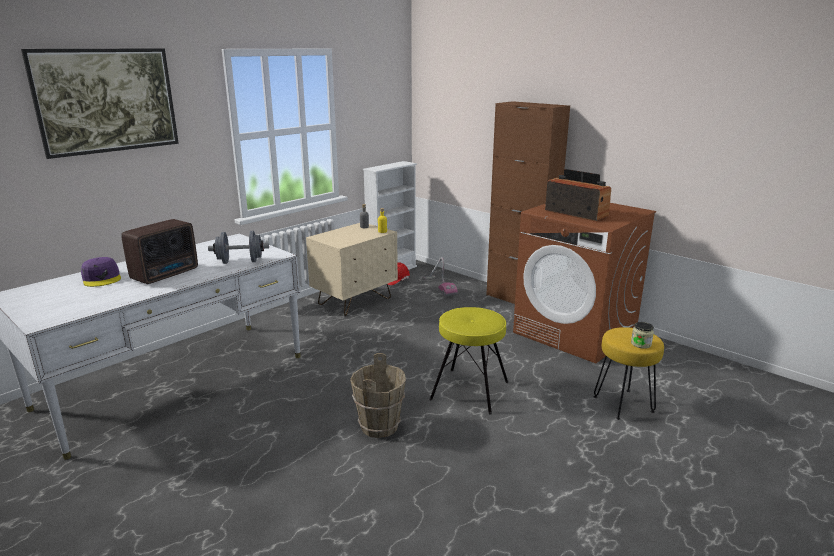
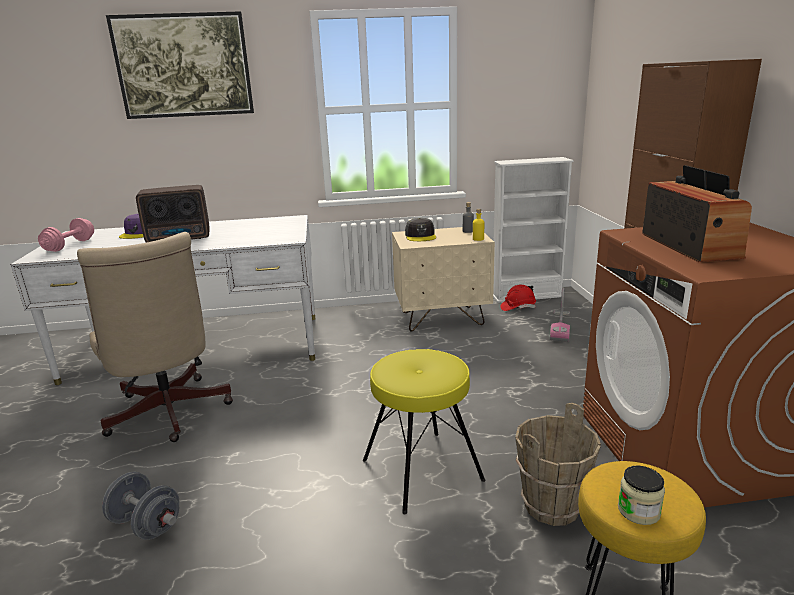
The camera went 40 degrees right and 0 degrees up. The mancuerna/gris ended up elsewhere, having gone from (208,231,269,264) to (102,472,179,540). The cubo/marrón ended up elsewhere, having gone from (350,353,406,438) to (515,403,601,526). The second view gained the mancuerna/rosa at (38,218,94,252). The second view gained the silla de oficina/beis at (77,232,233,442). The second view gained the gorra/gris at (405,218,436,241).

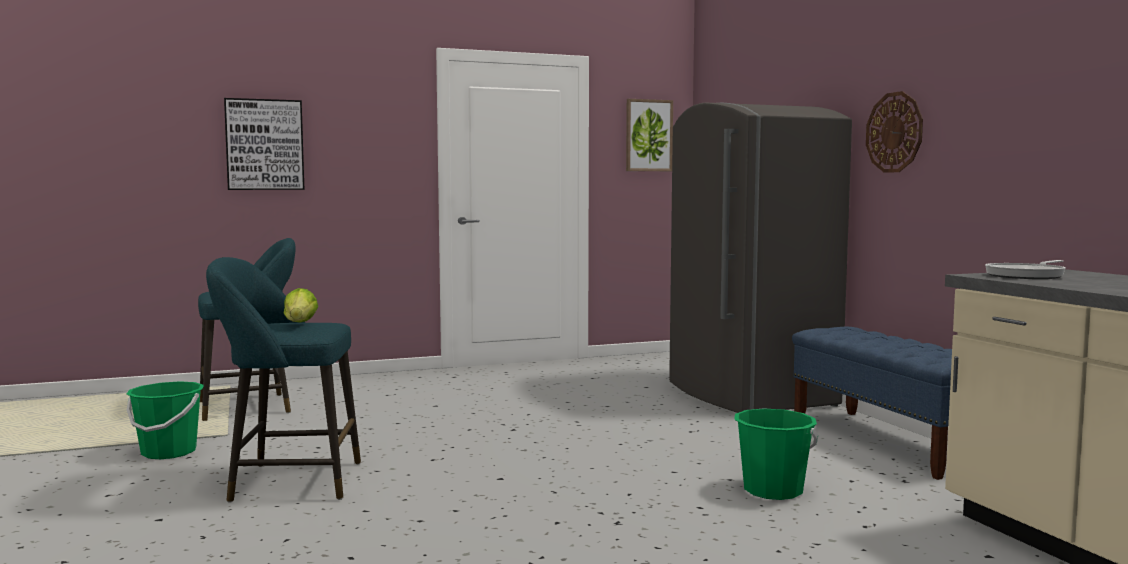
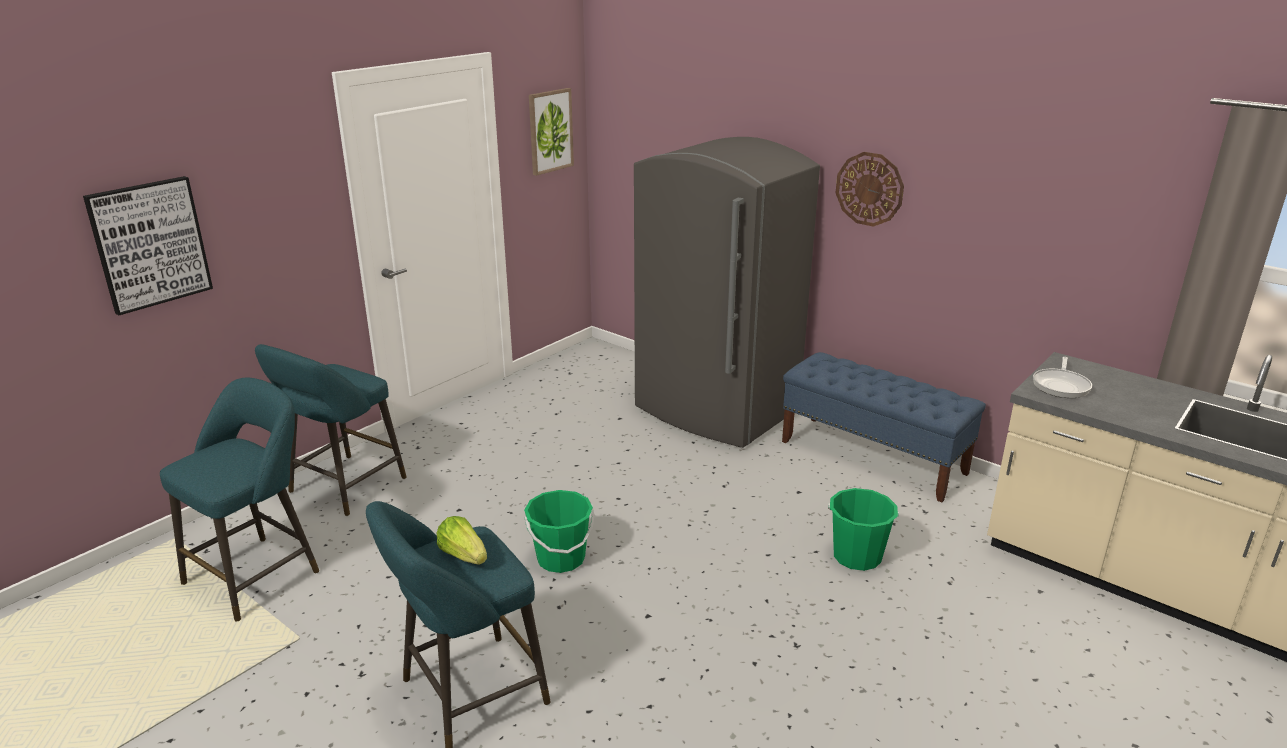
The camera went 30 degrees left and 20 degrees up. The cubo/verde ended up elsewhere, having gone from (127,381,204,459) to (524,490,595,573). The second view gained the taburete/turquesa at (255,344,406,516).

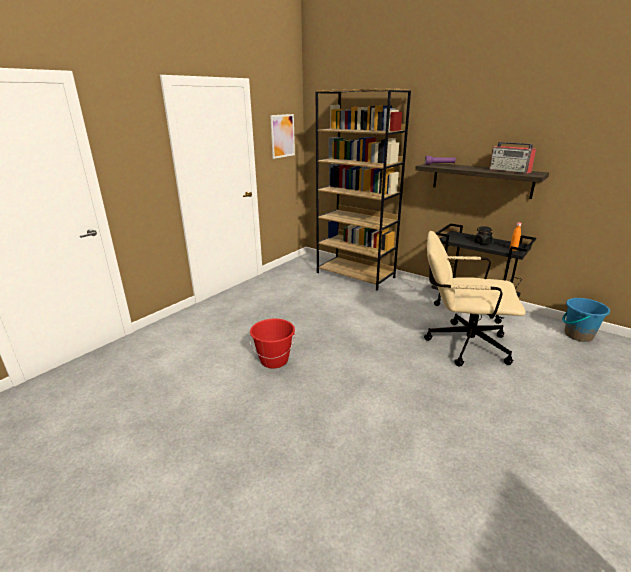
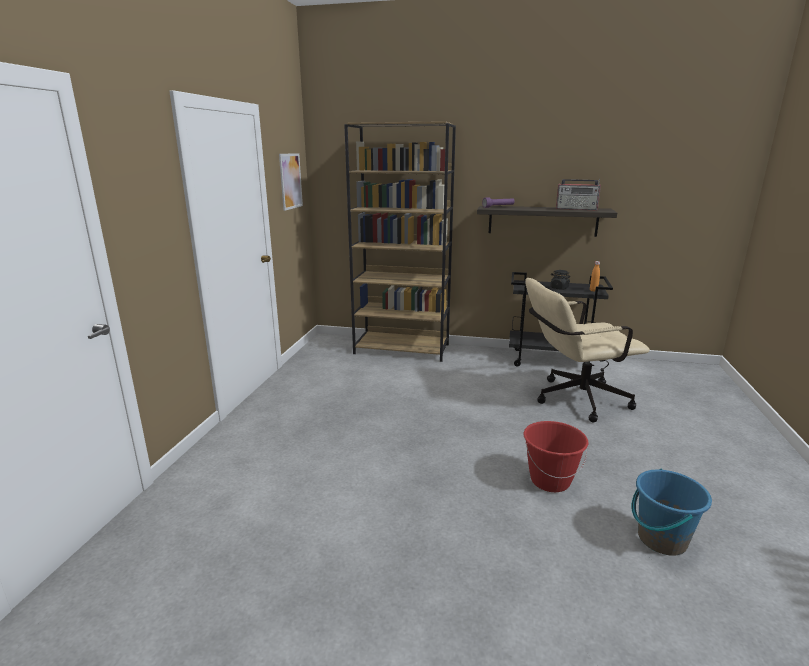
The camera went 25 degrees left and 5 degrees down. The cubo/rojo ended up elsewhere, having gone from (249,319,295,369) to (523,421,589,492). The cubo/azul ended up elsewhere, having gone from (562,298,610,342) to (632,468,712,556).

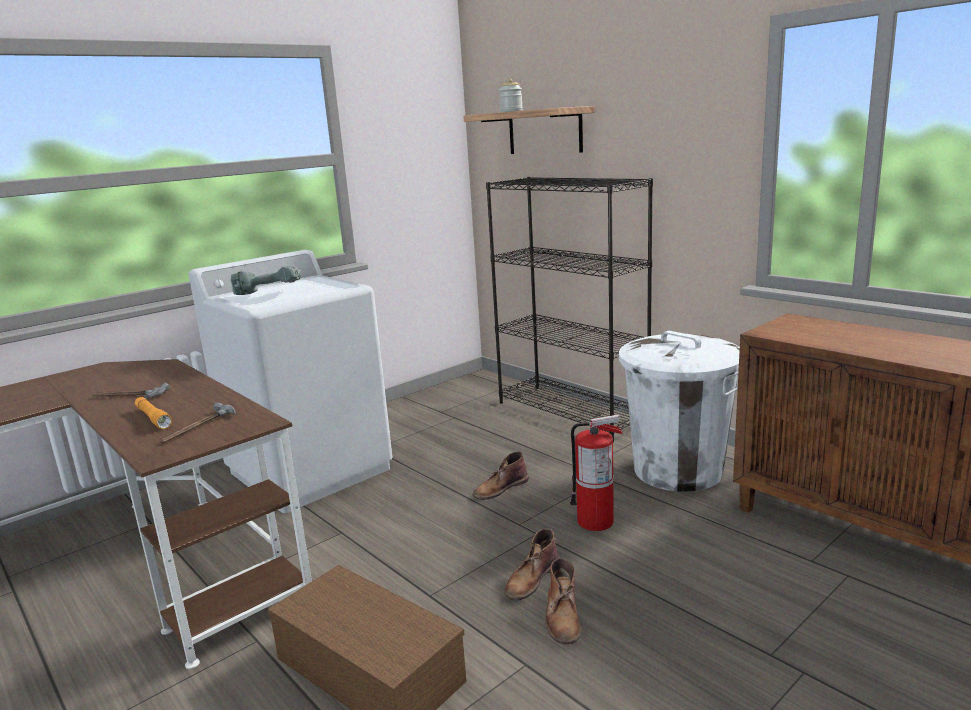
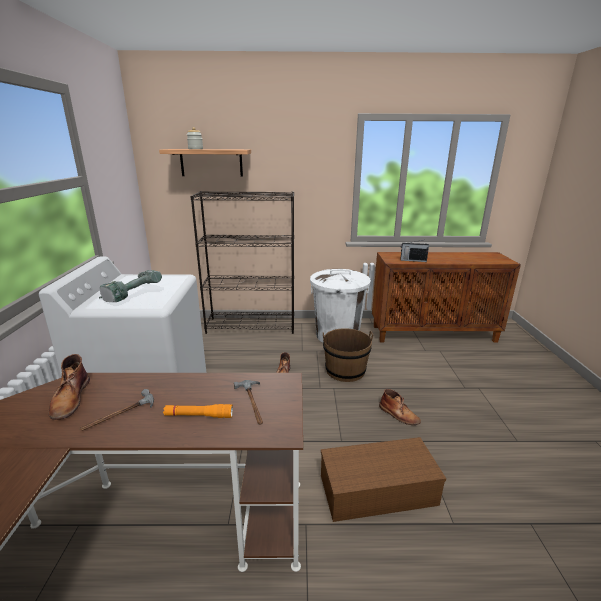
The camera went 50 degrees left and 5 degrees up. The bota/marrón ended up elsewhere, having gone from (504,529,559,600) to (48,354,90,420). Where the extintor stood at (570,415,622,531), the cubo/marrón came to stand at (323,328,373,382). The second view gained the radio at (401,240,429,262).

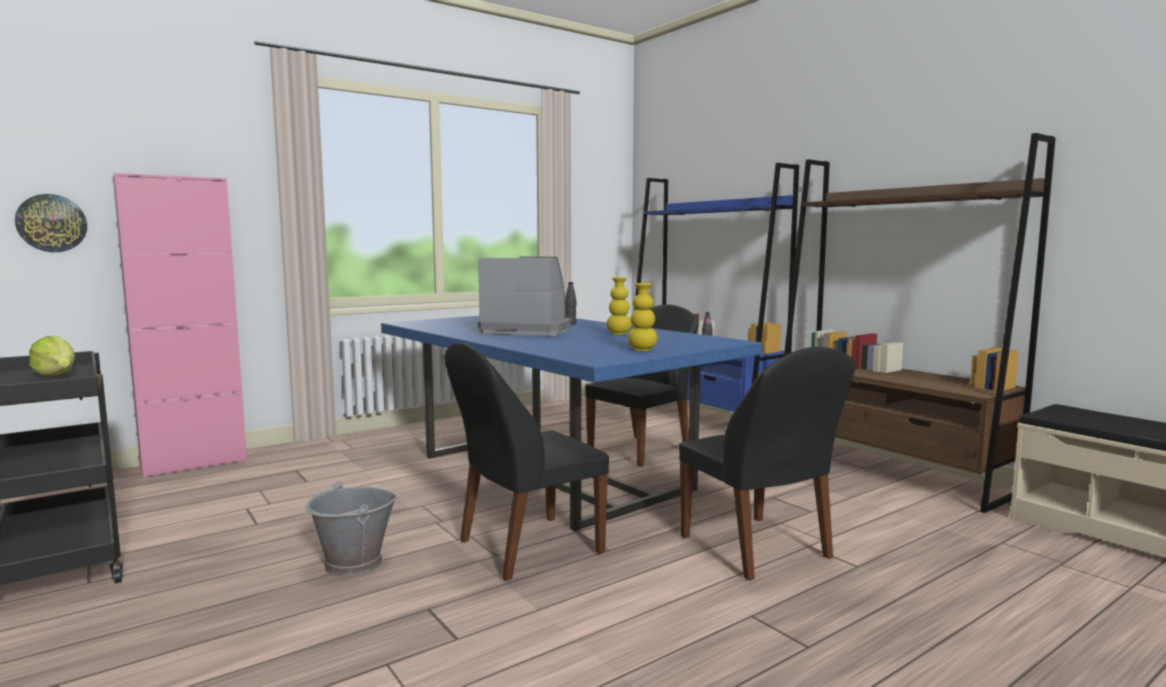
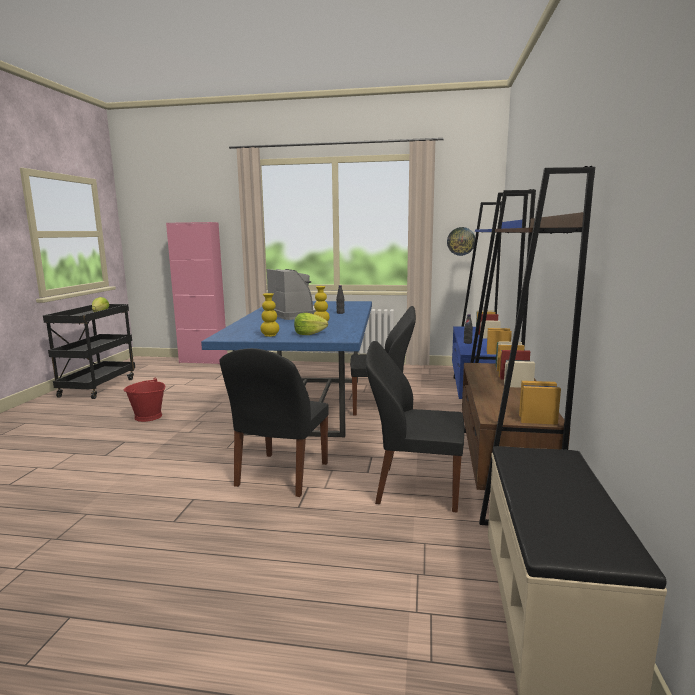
The camera went 45 degrees right and 5 degrees up. The reloj de pared ended up elsewhere, having gone from (15,194,87,252) to (447,227,475,256). What was the cubo/gris at (305,481,398,577) turned into the cubo/rojo at (124,378,165,422). The silla/negro ended up elsewhere, having gone from (444,343,609,581) to (366,341,464,512). The second view gained the lechuga at (294,313,328,335).

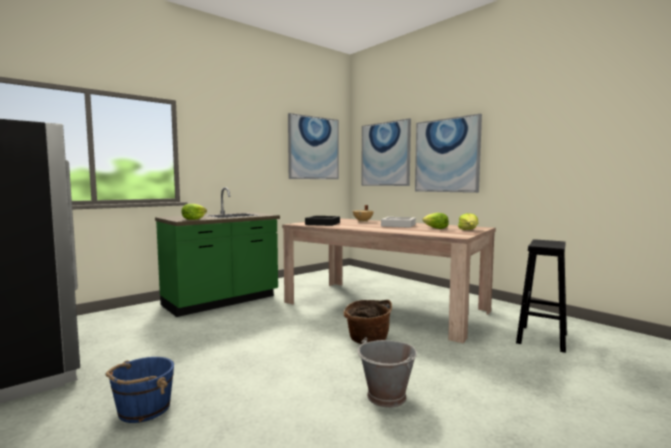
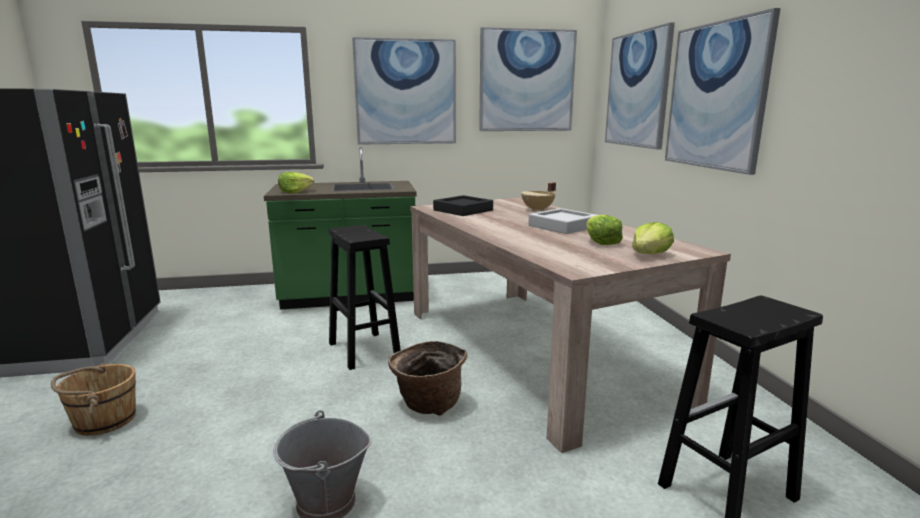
The camera went 30 degrees right and 10 degrees up. What was the cubo/azul at (106,357,174,423) turned into the cubo/marrón at (51,363,136,436). The second view gained the taburete/negro at (328,225,401,370). The second view gained the cuadro at (352,37,456,145).

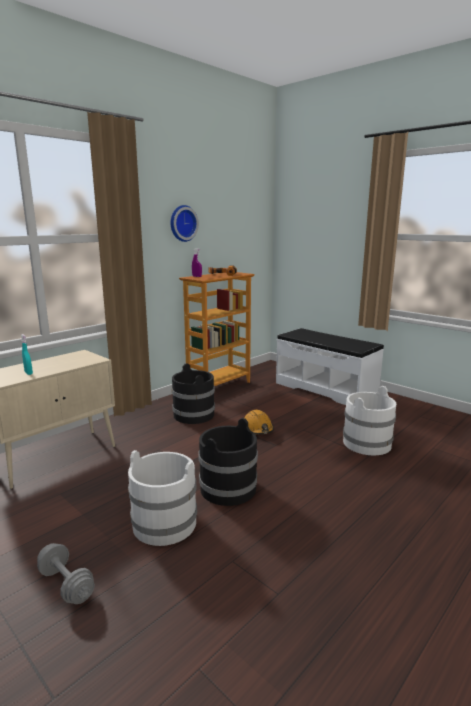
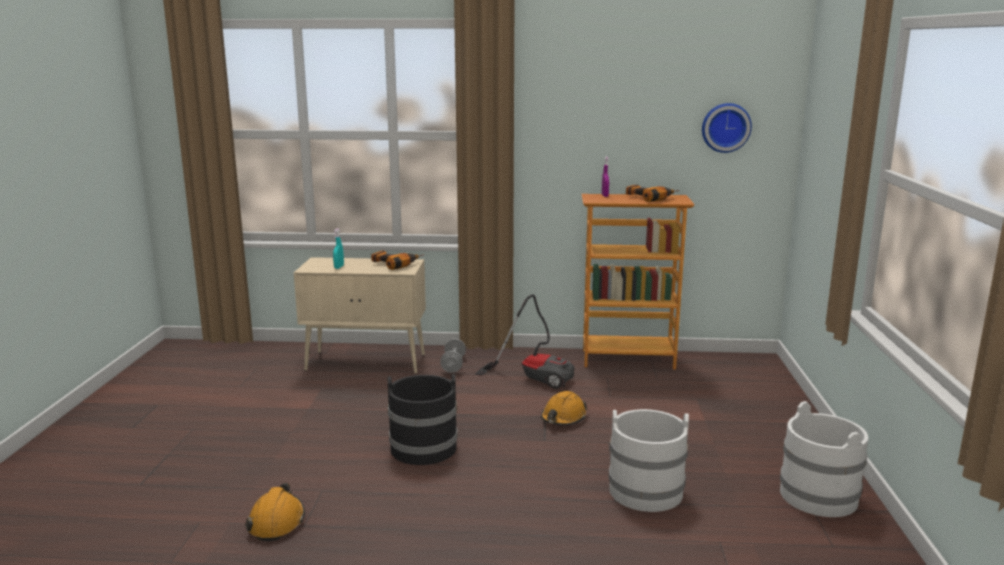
The camera went 50 degrees right and 0 degrees up. The mancuerna/gris ended up elsewhere, having gone from (37,543,95,604) to (440,339,466,373). The cubo/blanco ended up elsewhere, having gone from (128,450,197,546) to (780,401,868,517). The reloj de pared ended up elsewhere, having gone from (170,205,199,242) to (702,103,752,153). Where the cubo/negro stood at (172,363,215,424), the aspiradora came to stand at (475,294,575,389). The second view lost the banco/blanco at (276,328,384,405). The second view gained the casco/naranja at (245,483,305,541). The second view gained the taladro at (371,250,424,270).

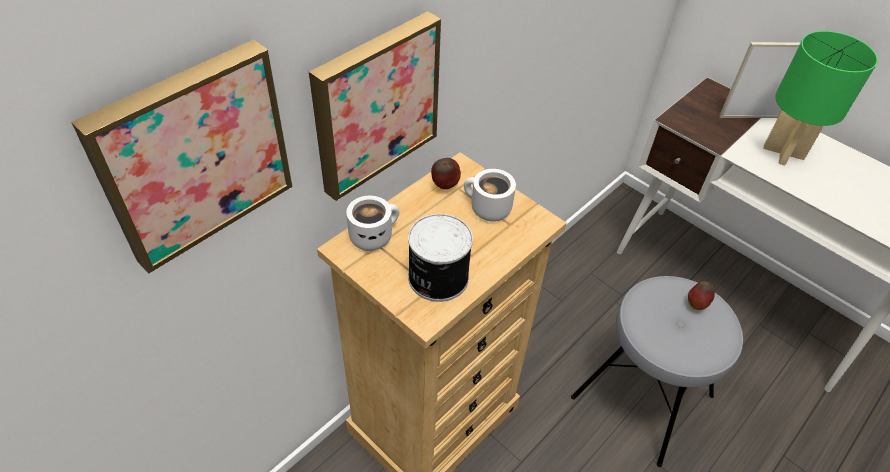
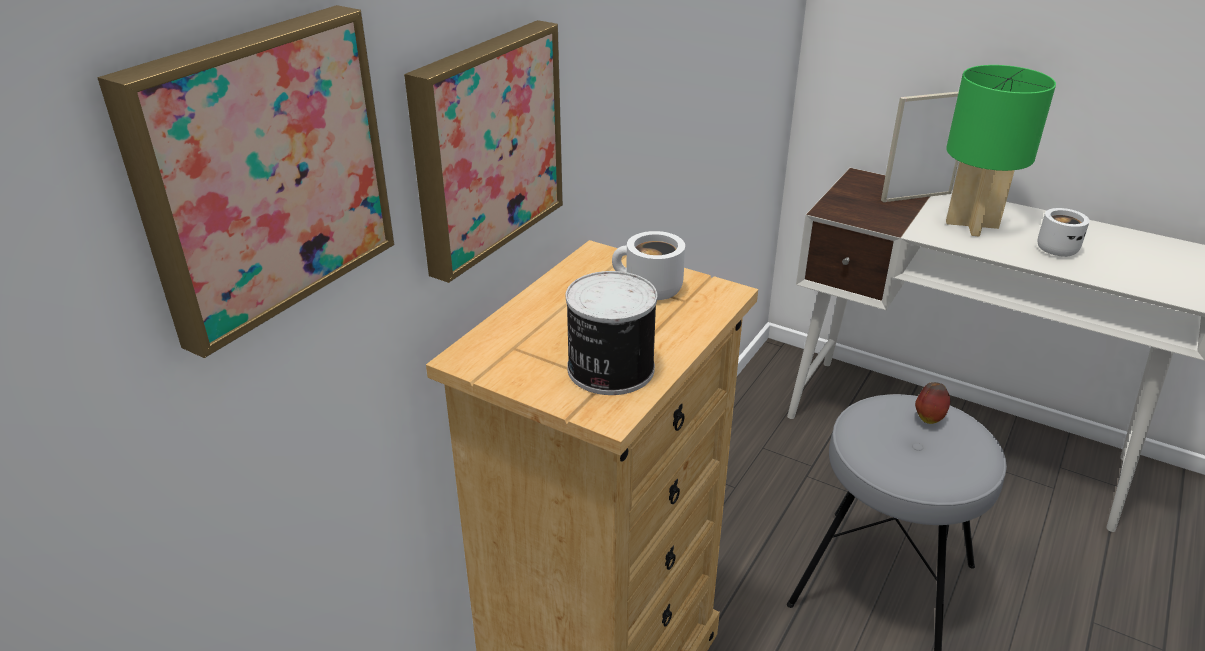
The camera went 10 degrees left and 15 degrees down. The taza grande/blanco ended up elsewhere, having gone from (346,196,399,251) to (1038,208,1090,257). The second view lost the manzana at (431,158,461,189).

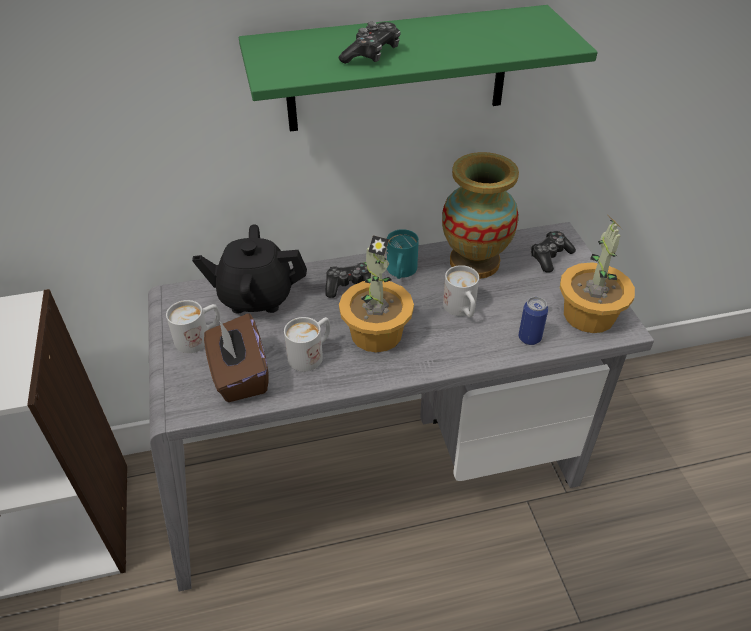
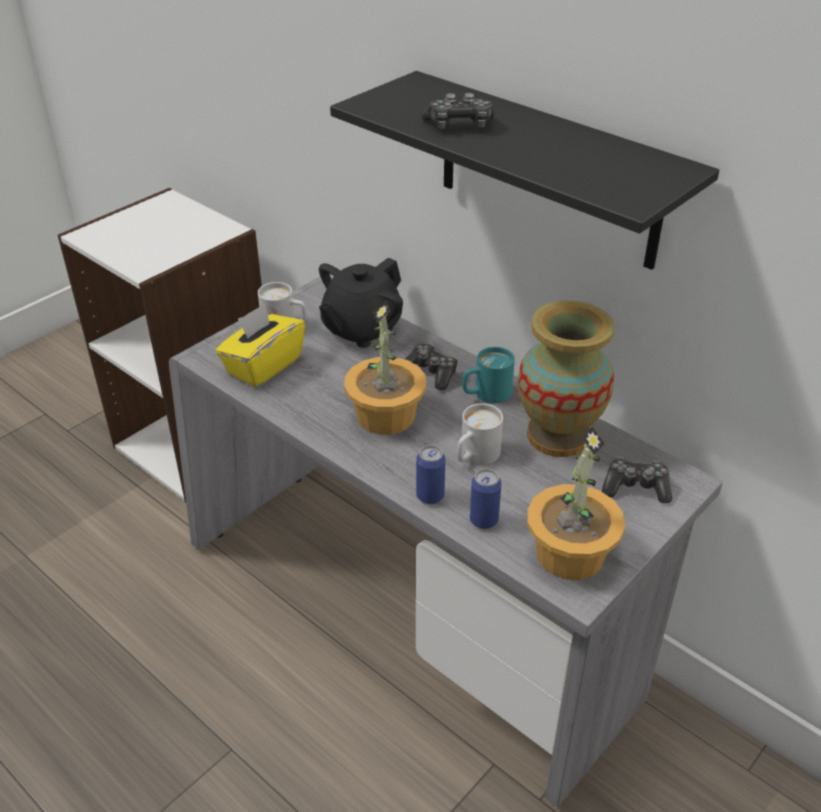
The camera went 55 degrees right and 5 degrees down. The tetera/negro at (192,224,307,314) ended up facing another way, 105 degrees counterclockwise from before. What was the caja de pañuelos/marrón at (204,313,268,402) turned into the caja de pañuelos/amarillo at (215,303,305,387). What was the estante/verde at (239,5,598,132) turned into the estante/negro at (330,71,719,270). The second view lost the taza grande/blanco at (284,317,330,371). The second view gained the lata at (416,445,445,504).

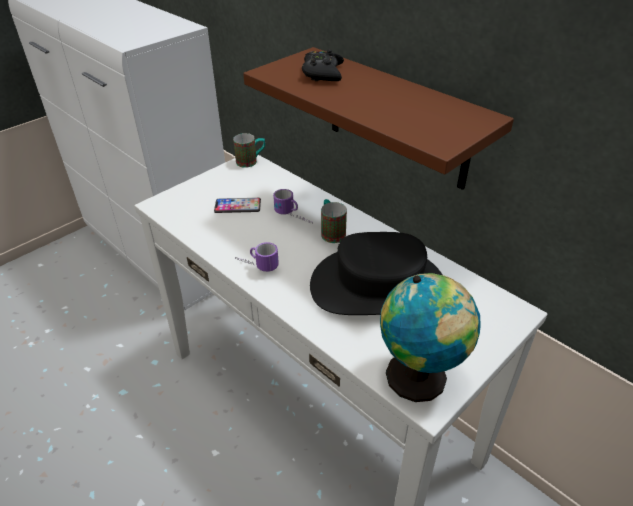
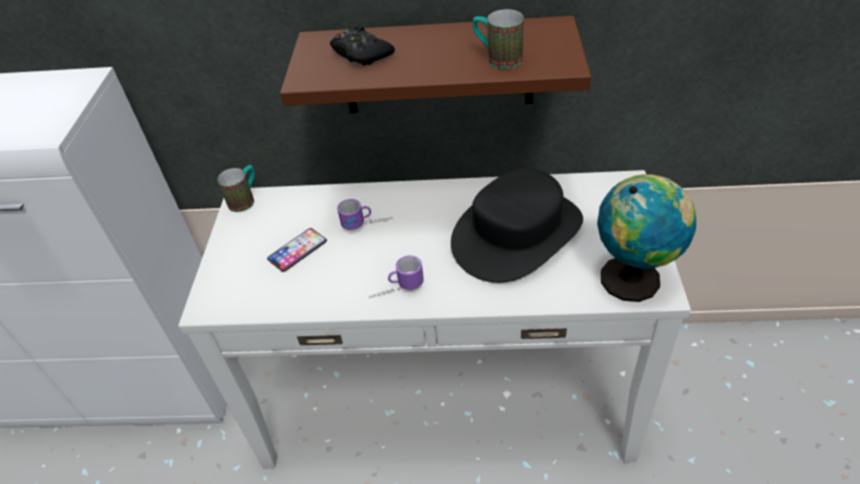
The camera went 40 degrees left and 5 degrees up. The taza grande ended up elsewhere, having gone from (321,199,347,243) to (473,9,524,69).

